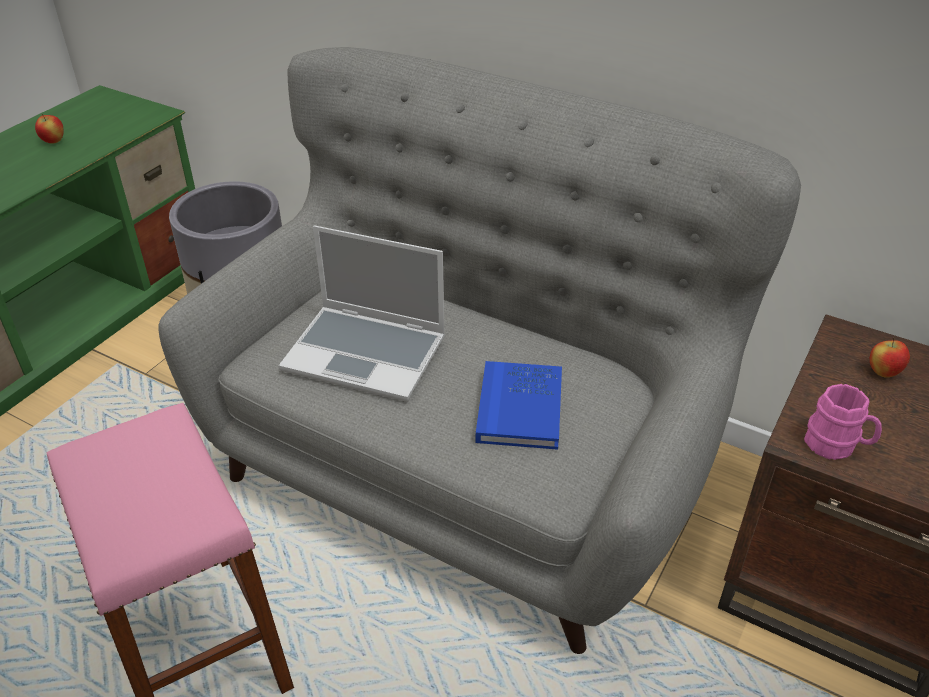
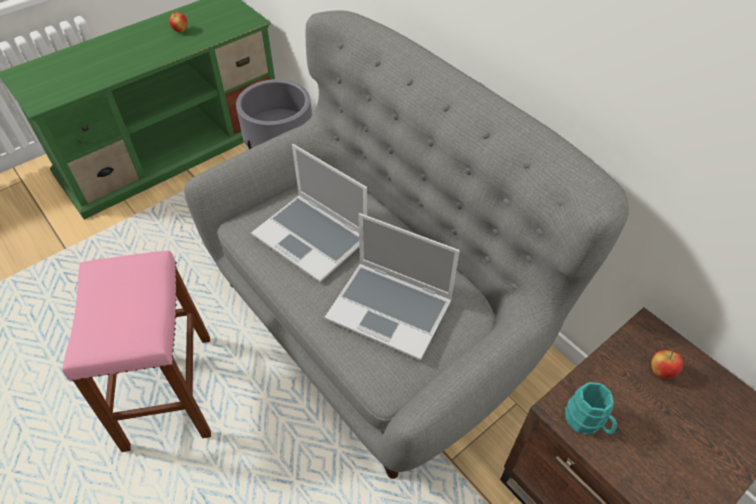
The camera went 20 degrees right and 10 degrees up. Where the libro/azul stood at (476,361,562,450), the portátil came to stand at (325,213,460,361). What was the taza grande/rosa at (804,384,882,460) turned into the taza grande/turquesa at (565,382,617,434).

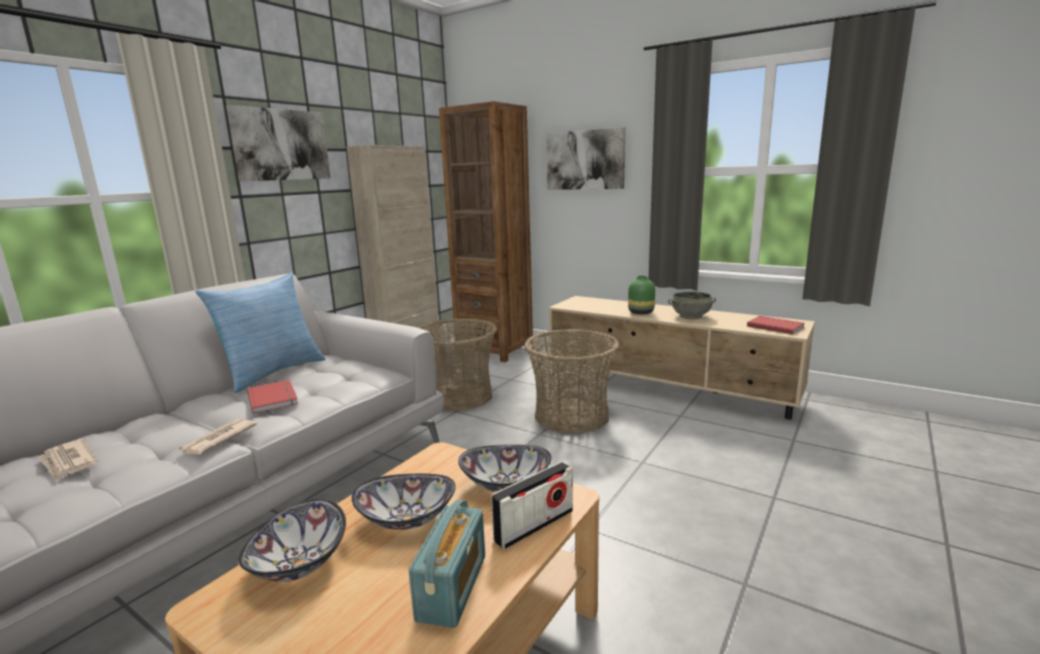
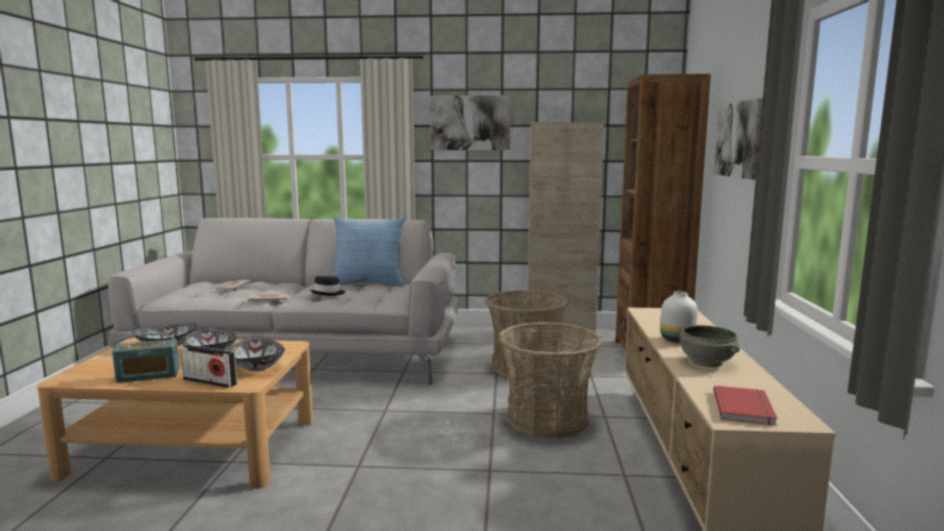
The camera went 60 degrees right and 5 degrees down. Where the libro/rojo stood at (247,380,298,414), the sombrero/negro came to stand at (311,276,346,296). What was the florero/verde at (628,276,655,314) turned into the florero/blanco at (660,291,698,343).

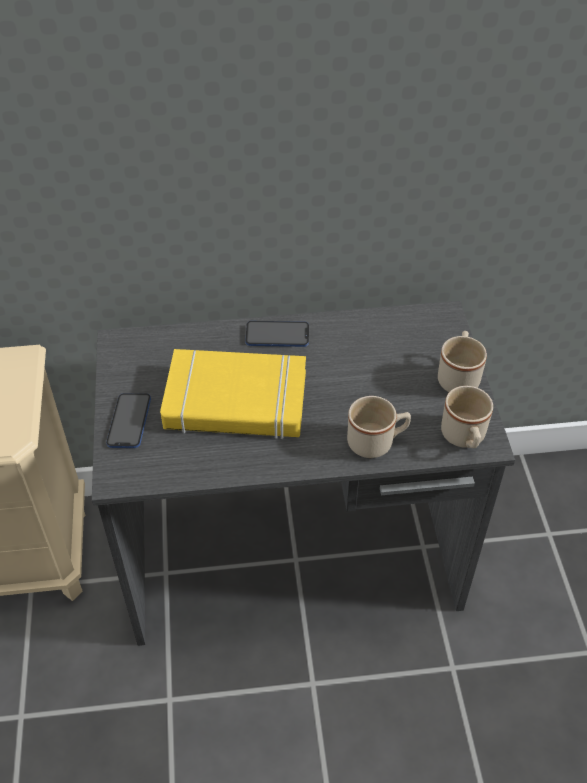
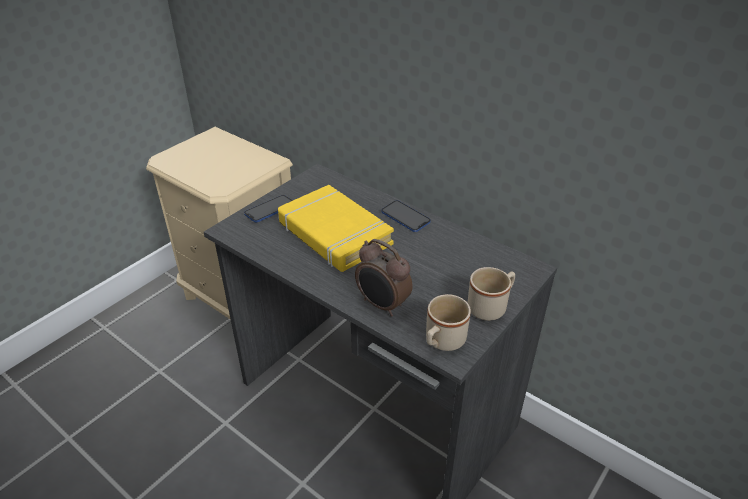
The camera went 45 degrees right and 10 degrees down. Where the taza grande/beis stood at (347,396,411,458), the despertador came to stand at (355,239,413,316).

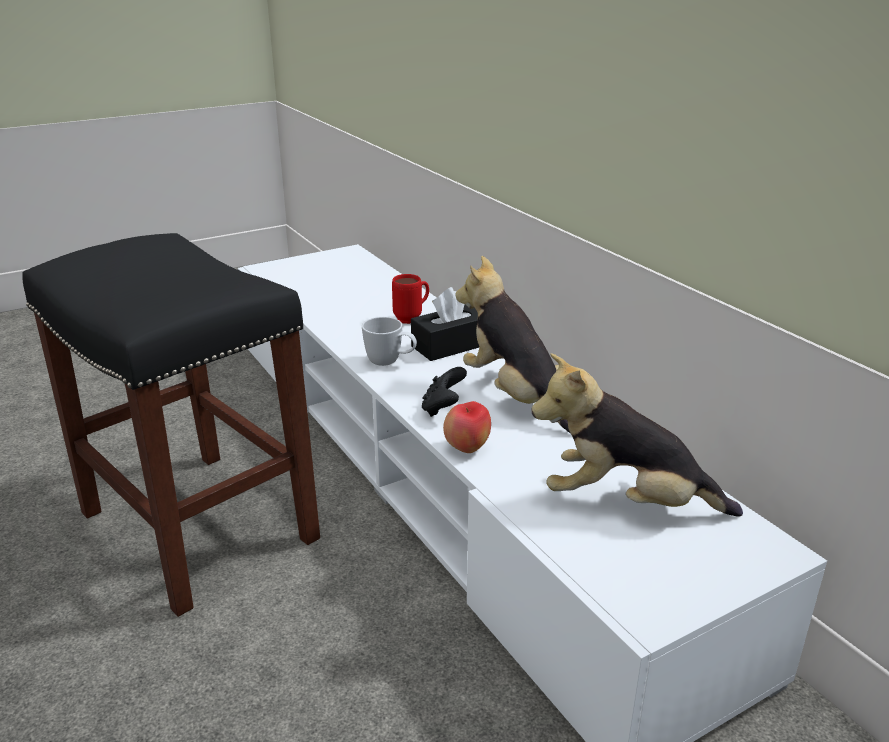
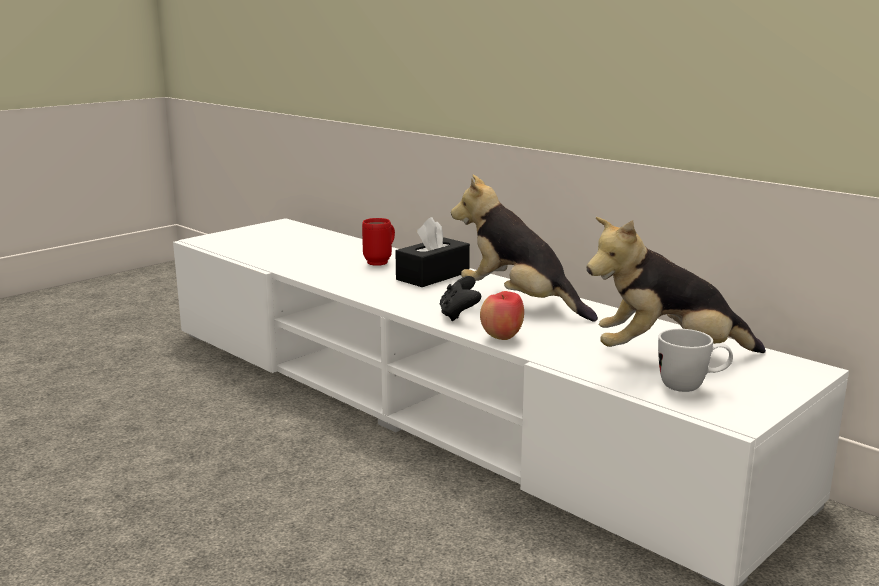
The camera went 15 degrees left and 10 degrees down. The second view lost the taburete/negro at (22,233,320,617). The taza grande/blanco ended up elsewhere, having gone from (362,317,417,366) to (658,329,733,392).

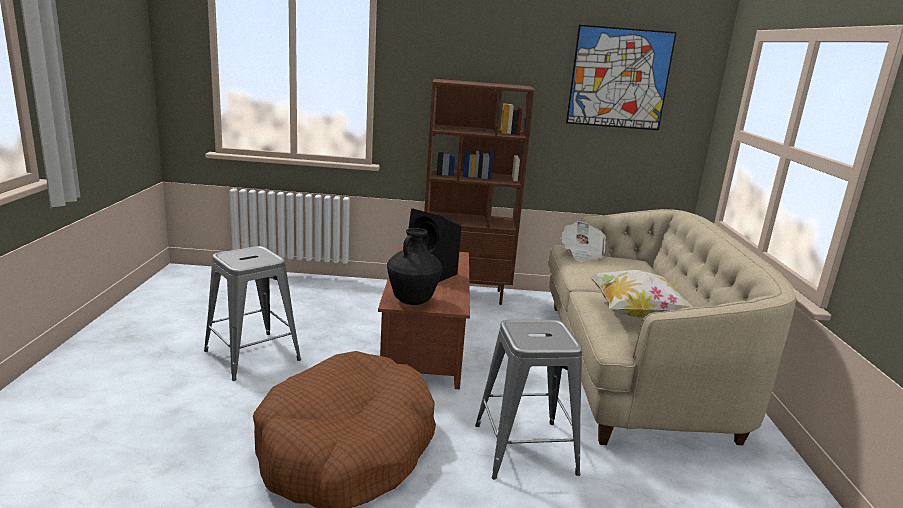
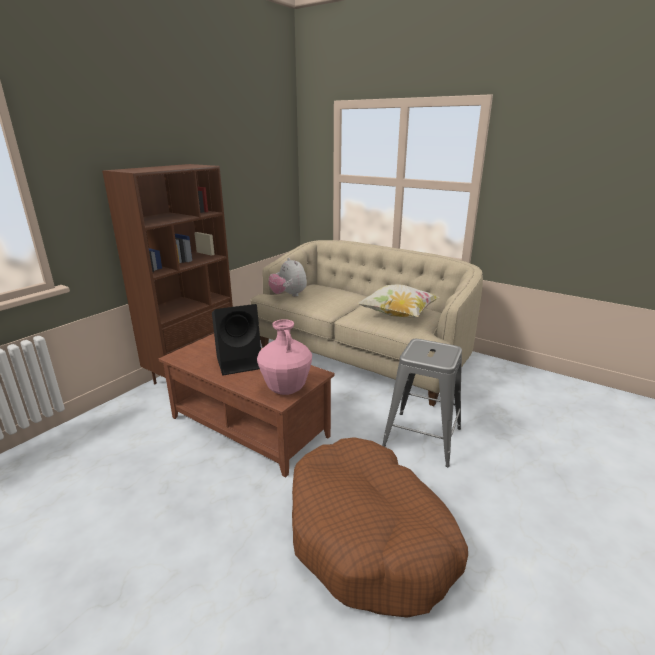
The camera went 55 degrees left and 5 degrees up. The second view lost the taburete/gris at (204,246,301,381). What was the florero/negro at (387,228,443,305) turned into the florero/rosa at (257,319,312,395). Where the periódico stood at (560,221,606,262), the peluche came to stand at (269,258,307,297). The second view lost the cuadro at (566,25,677,130).

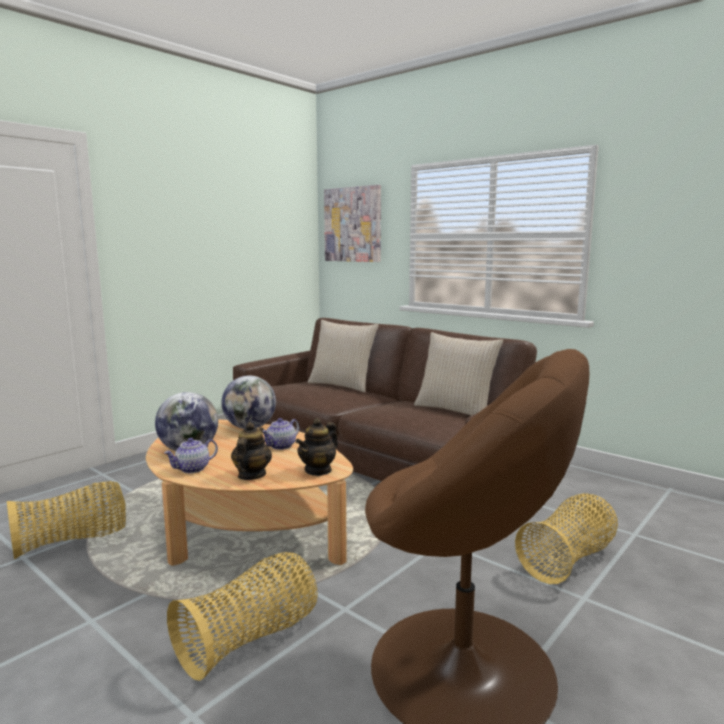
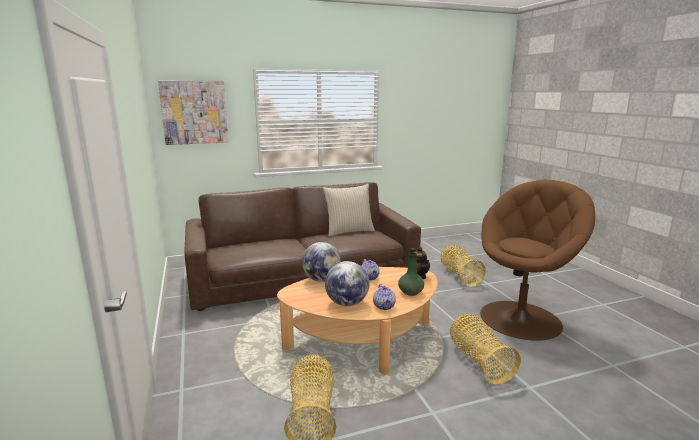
The camera went 60 degrees left and 5 degrees up. Where the tetera stood at (231,422,272,480), the florero/verde came to stand at (398,252,424,296). The second view lost the cojín/beis at (308,320,379,393).

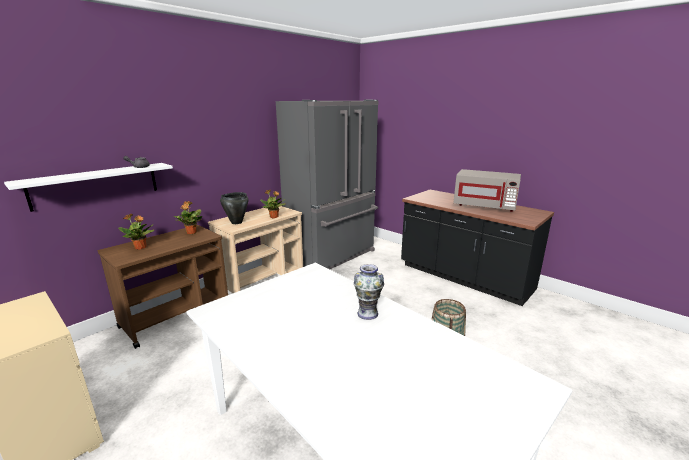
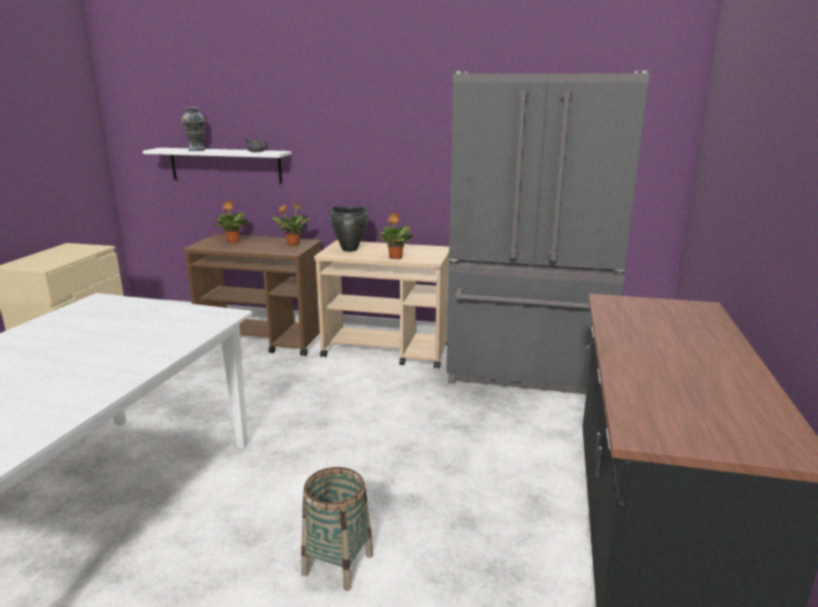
The camera went 60 degrees right and 0 degrees up. The florero ended up elsewhere, having gone from (354,264,384,320) to (181,107,205,151). The second view lost the microondas/gris at (453,169,521,212).

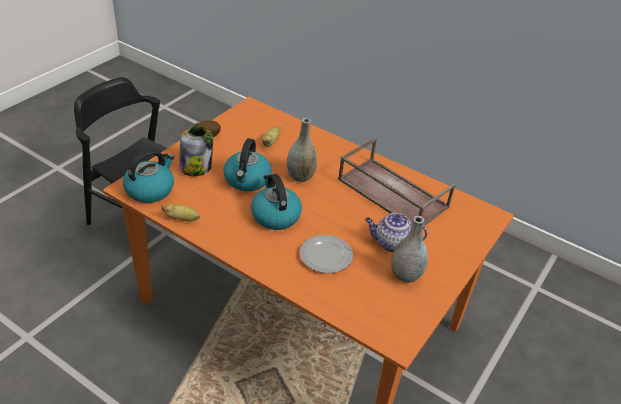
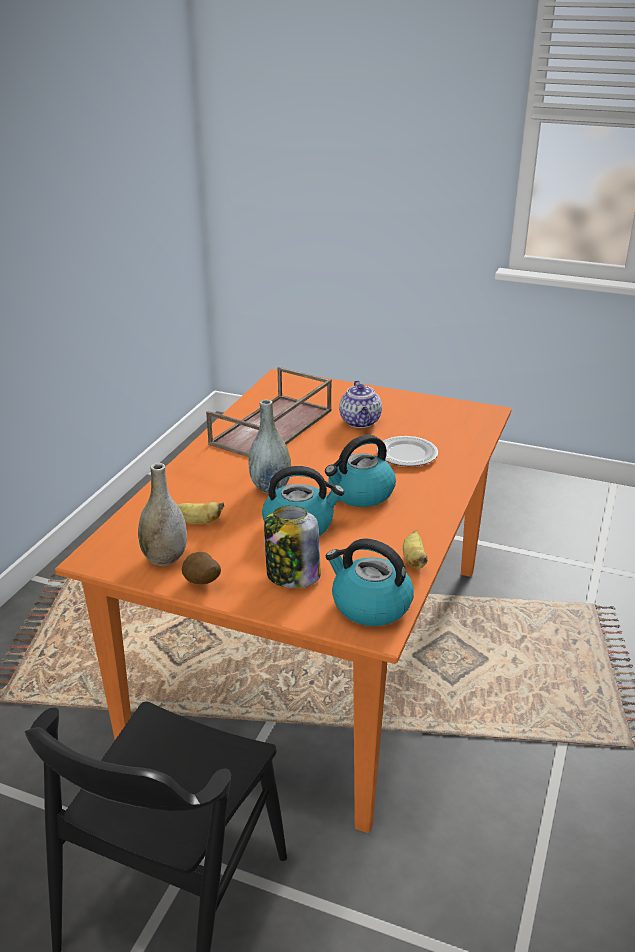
The camera went 100 degrees left and 10 degrees down. The florero/gris ended up elsewhere, having gone from (391,216,428,283) to (138,463,187,566).

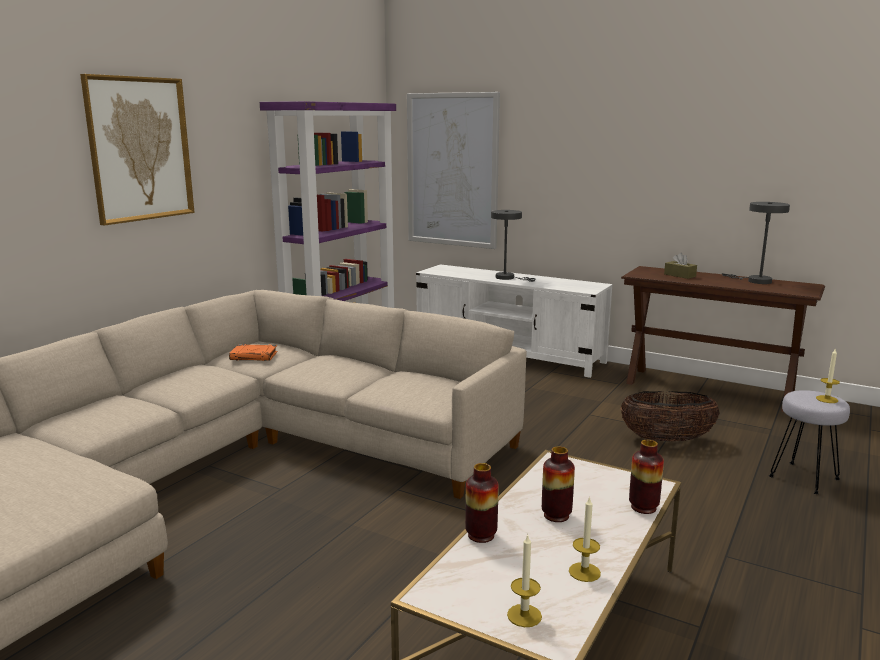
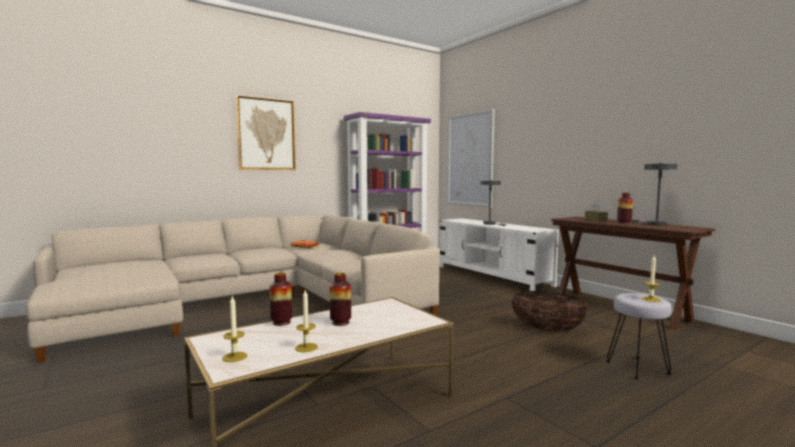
The camera went 25 degrees right and 10 degrees down. The florero ended up elsewhere, having gone from (629,440,664,514) to (617,193,633,224).

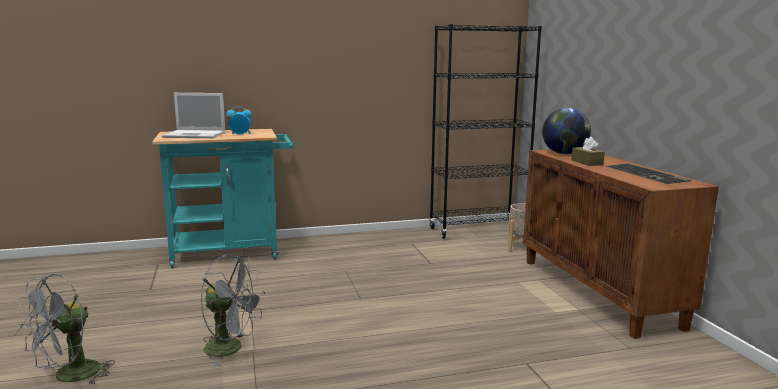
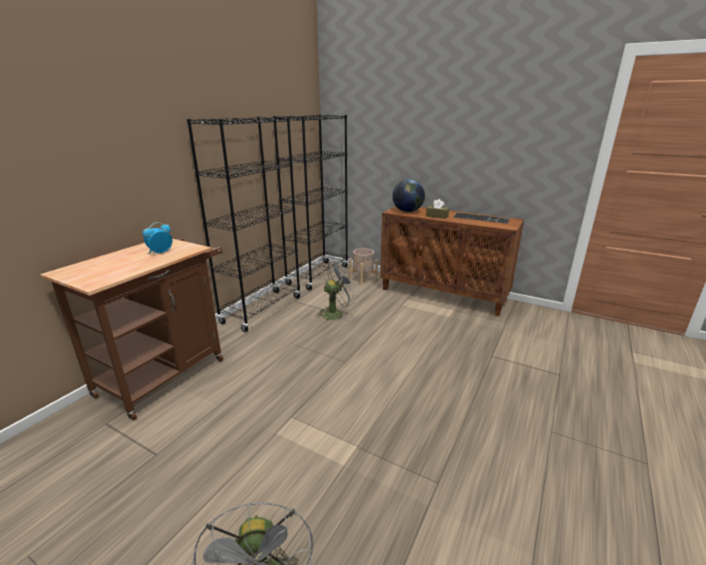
The camera went 45 degrees left and 10 degrees up. What was the carrito/turquesa at (152,129,295,268) turned into the carrito/marrón at (40,238,223,421). The second view lost the portátil at (162,93,225,138). The ventilador/gris ended up elsewhere, having gone from (201,254,265,366) to (315,262,357,321). The second view gained the estantería/negro at (187,117,301,332).

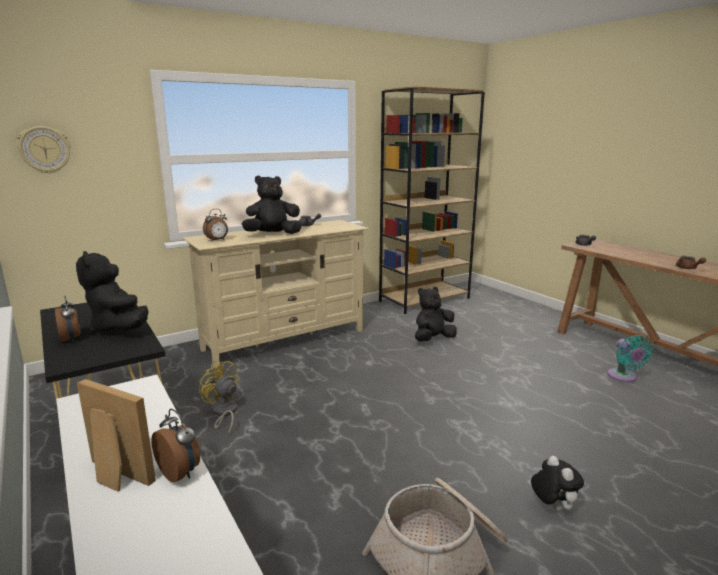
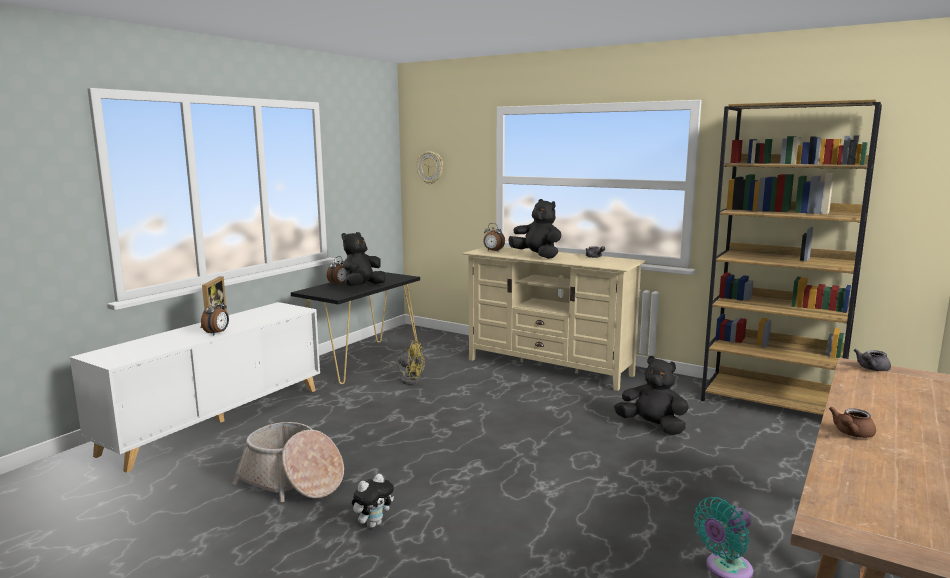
The camera went 65 degrees right and 5 degrees down. The ventilador/amarillo at (199,360,239,434) ended up facing another way, 90 degrees clockwise from before.

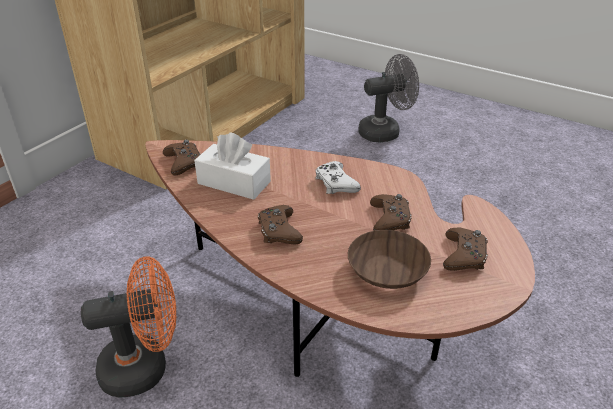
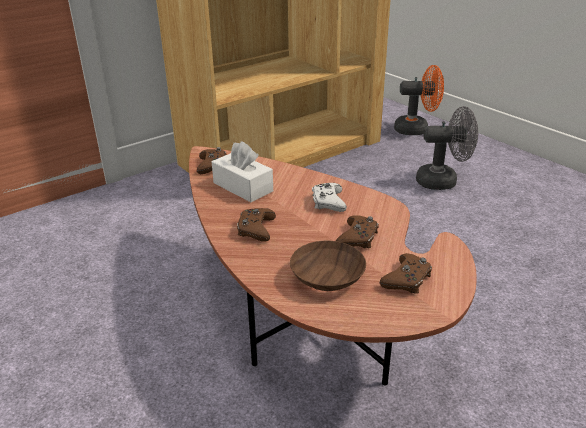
The camera went 20 degrees right and 5 degrees down. The ventilador/naranja ended up elsewhere, having gone from (81,256,176,398) to (394,65,444,135).

